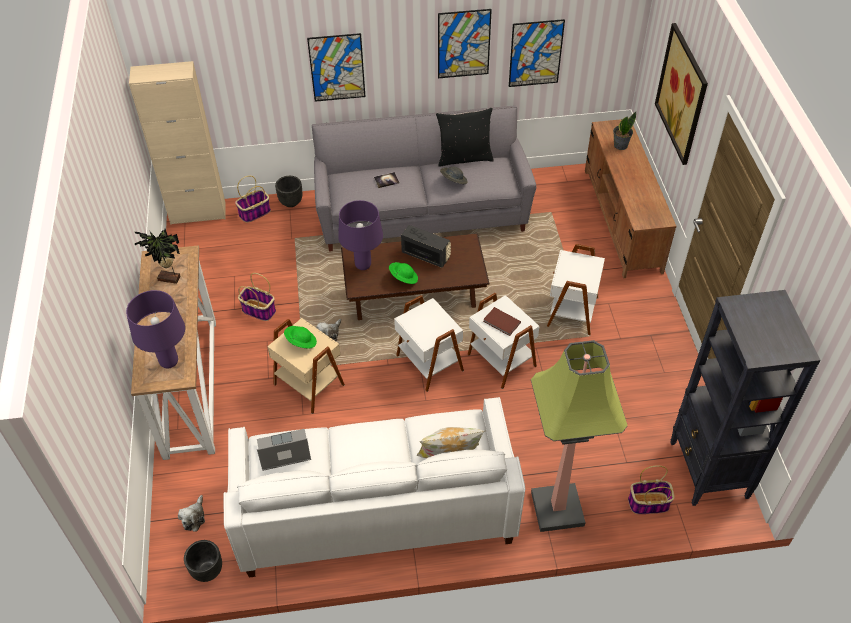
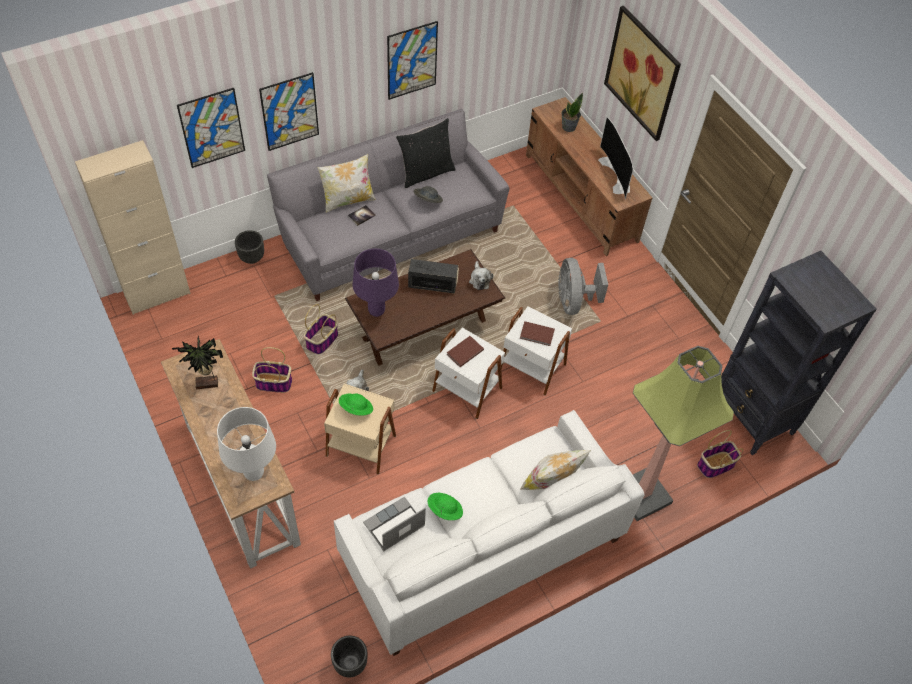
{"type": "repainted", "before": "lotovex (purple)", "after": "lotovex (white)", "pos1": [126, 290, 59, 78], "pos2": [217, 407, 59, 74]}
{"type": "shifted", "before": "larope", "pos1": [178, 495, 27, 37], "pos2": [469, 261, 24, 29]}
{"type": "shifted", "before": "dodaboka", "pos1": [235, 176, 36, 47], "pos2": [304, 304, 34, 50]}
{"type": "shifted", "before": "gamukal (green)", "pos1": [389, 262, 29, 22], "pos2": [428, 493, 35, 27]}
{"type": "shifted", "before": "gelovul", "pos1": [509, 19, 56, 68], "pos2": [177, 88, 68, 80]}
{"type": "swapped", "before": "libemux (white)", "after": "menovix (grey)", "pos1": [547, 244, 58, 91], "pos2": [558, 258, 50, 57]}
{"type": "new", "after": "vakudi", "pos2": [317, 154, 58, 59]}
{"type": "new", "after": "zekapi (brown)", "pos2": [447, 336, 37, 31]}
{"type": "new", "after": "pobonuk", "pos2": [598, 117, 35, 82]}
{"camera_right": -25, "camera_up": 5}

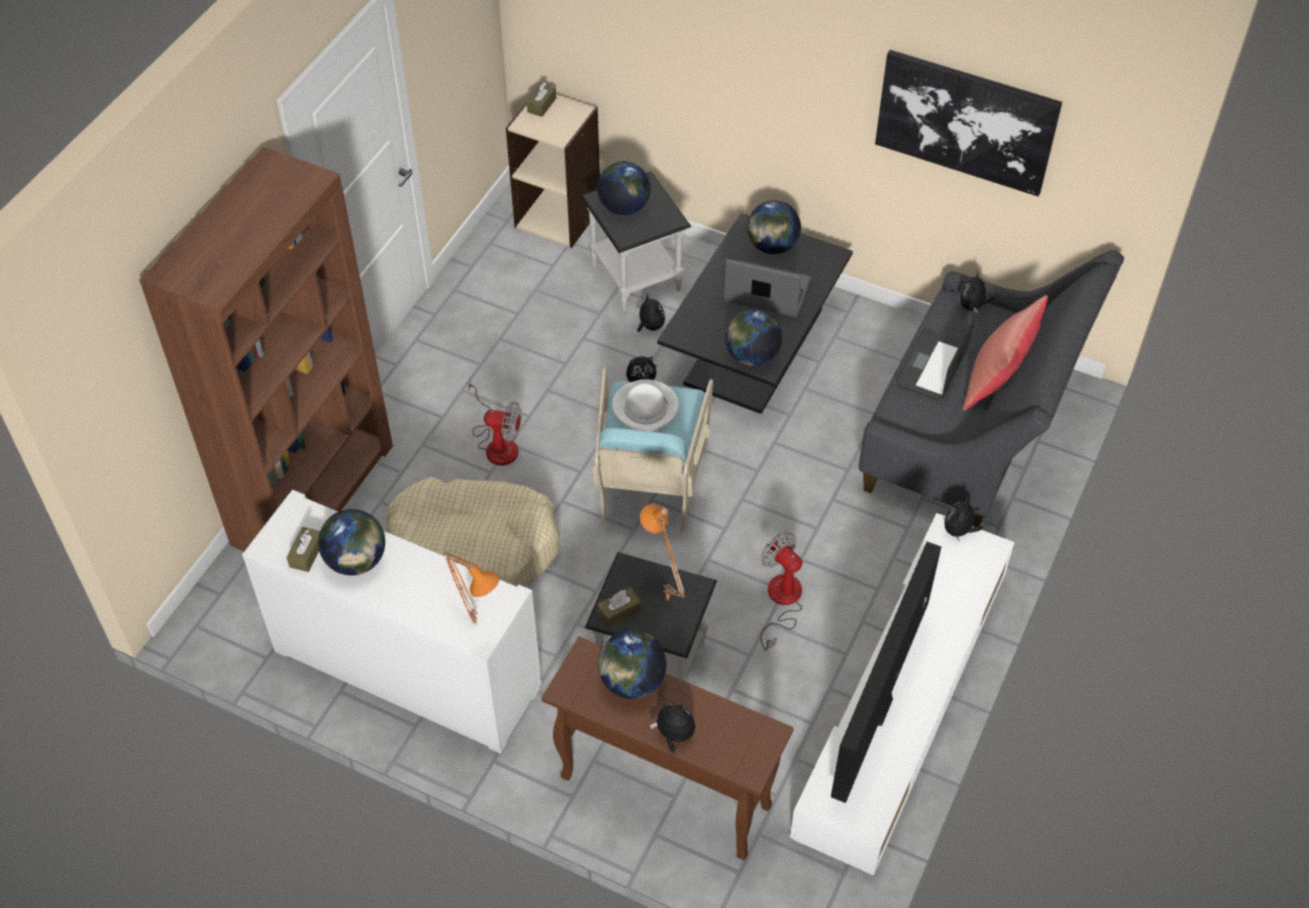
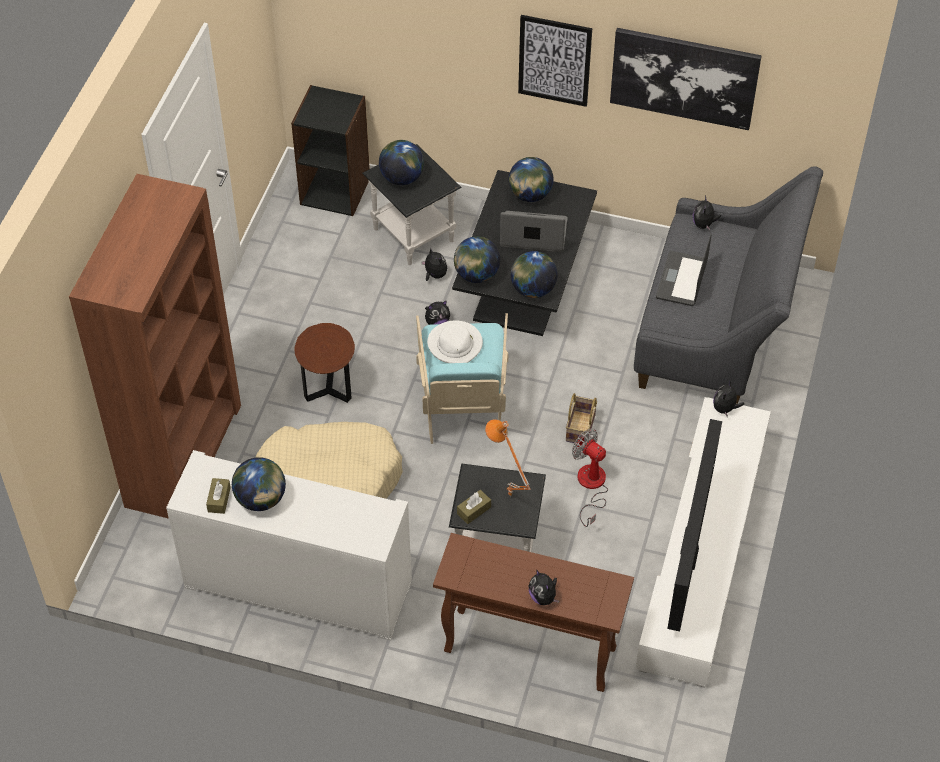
{"type": "gone", "before": "lotovex (orange)", "pos1": [444, 551, 55, 74]}
{"type": "swapped", "before": "menovix", "after": "libemux (brown)", "pos1": [467, 378, 55, 87], "pos2": [295, 323, 60, 80]}
{"type": "repainted", "before": "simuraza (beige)", "after": "simuraza (black)", "pos1": [506, 94, 94, 154], "pos2": [291, 85, 79, 131]}
{"type": "gone", "before": "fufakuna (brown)", "pos1": [527, 83, 29, 34]}
{"type": "shifted", "before": "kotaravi", "pos1": [598, 630, 69, 69], "pos2": [454, 236, 46, 47]}
{"type": "rotated", "before": "larope", "pos1": [650, 702, 45, 51], "pos2": [529, 569, 30, 36], "turn": -135}
{"type": "gone", "before": "vakudi (red)", "pos1": [963, 295, 85, 116]}
{"type": "new", "after": "gelovul", "pos2": [518, 15, 74, 92]}
{"type": "new", "after": "dodaboka", "pos2": [566, 393, 31, 50]}
{"camera_right": -10, "camera_up": 0}

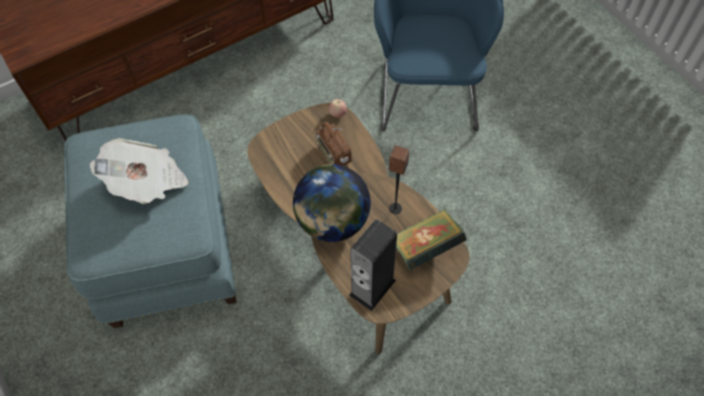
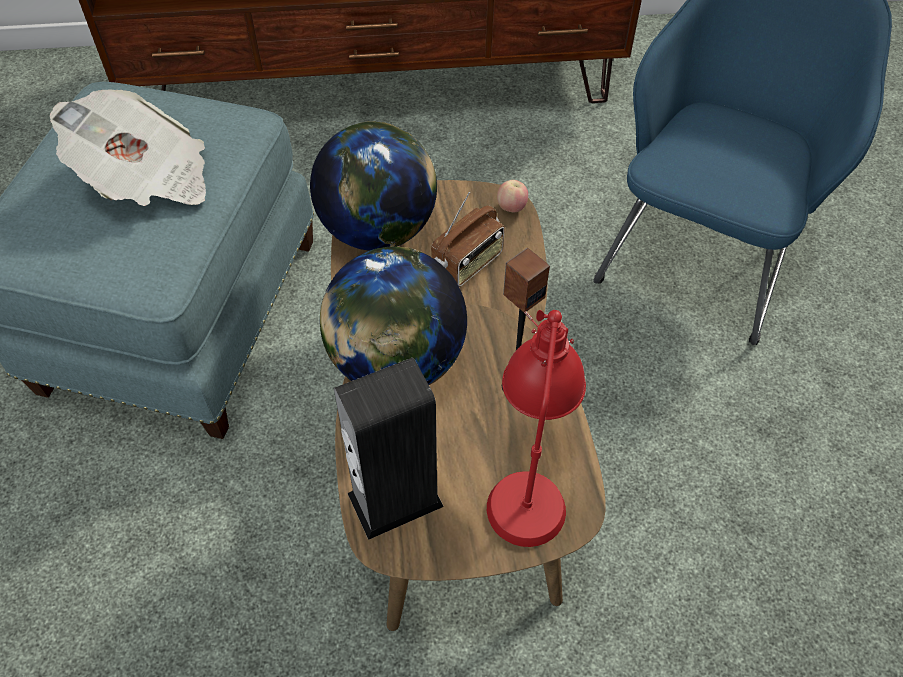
{"type": "rotated", "before": "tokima", "pos1": [316, 122, 36, 44], "pos2": [431, 192, 74, 95], "turn": -135}
{"type": "swapped", "before": "zekapi", "after": "lotovex (red)", "pos1": [396, 209, 71, 62], "pos2": [487, 310, 99, 237]}
{"type": "new", "after": "kotaravi", "pos2": [310, 121, 127, 130]}
{"camera_right": 25, "camera_up": -5}

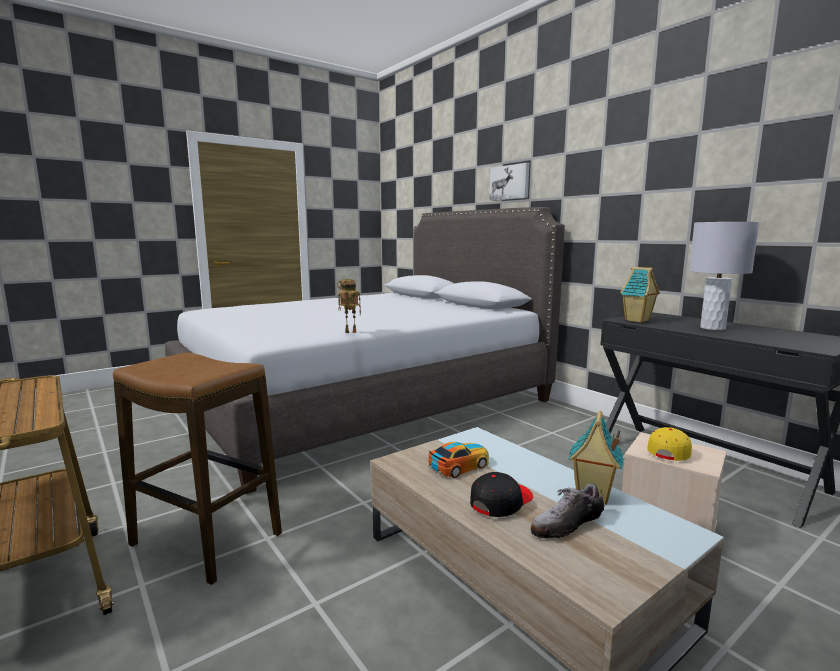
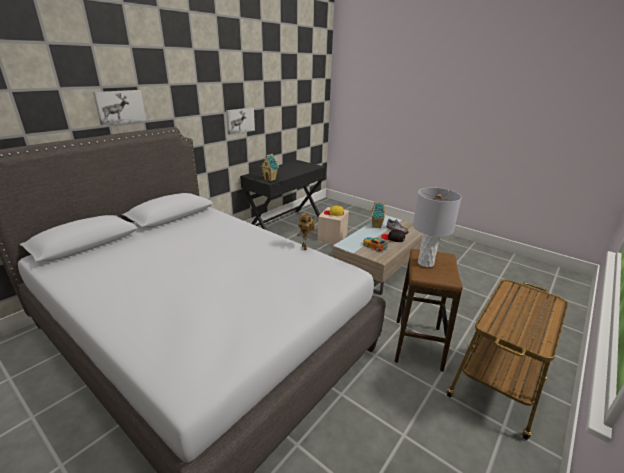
{"type": "shifted", "before": "lotovex (grey)", "pos1": [689, 222, 70, 108], "pos2": [413, 188, 49, 79]}
{"type": "new", "after": "gelovul", "pos2": [226, 108, 29, 27]}
{"camera_right": -105, "camera_up": 15}

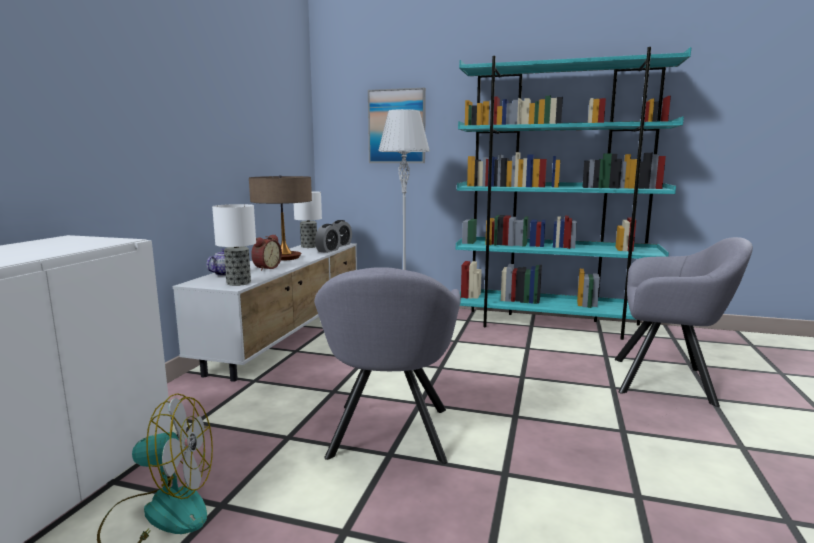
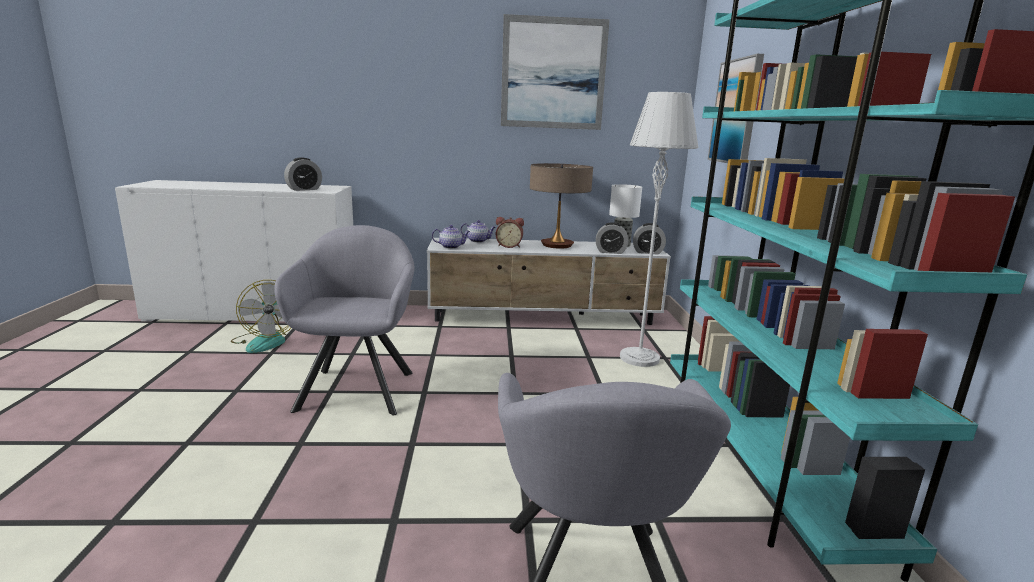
{"type": "swapped", "before": "lotovex", "after": "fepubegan", "pos1": [212, 204, 44, 82], "pos2": [432, 225, 38, 24]}
{"type": "rotated", "before": "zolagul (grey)", "pos1": [314, 267, 147, 197], "pos2": [274, 225, 141, 190], "turn": 105}
{"type": "new", "after": "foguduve", "pos2": [284, 157, 38, 34]}
{"type": "new", "after": "gelovul", "pos2": [501, 14, 109, 116]}
{"camera_right": 70, "camera_up": 5}

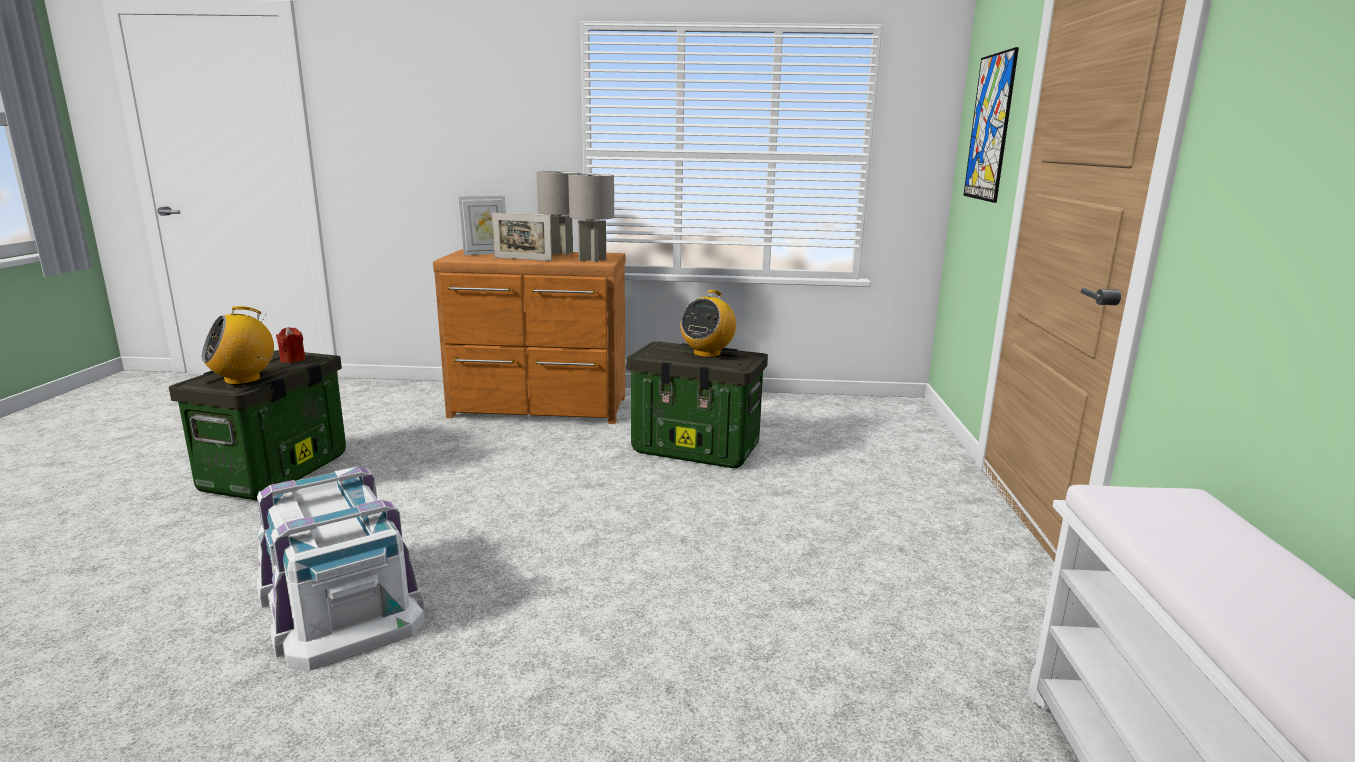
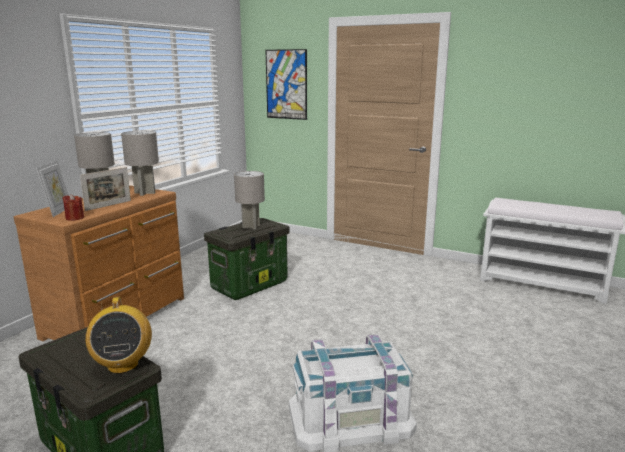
{"type": "shifted", "before": "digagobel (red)", "pos1": [276, 327, 30, 36], "pos2": [63, 194, 21, 27]}
{"type": "swapped", "before": "tokima", "after": "lotovex (grey)", "pos1": [680, 290, 56, 68], "pos2": [234, 171, 31, 58]}
{"camera_right": -65, "camera_up": 0}

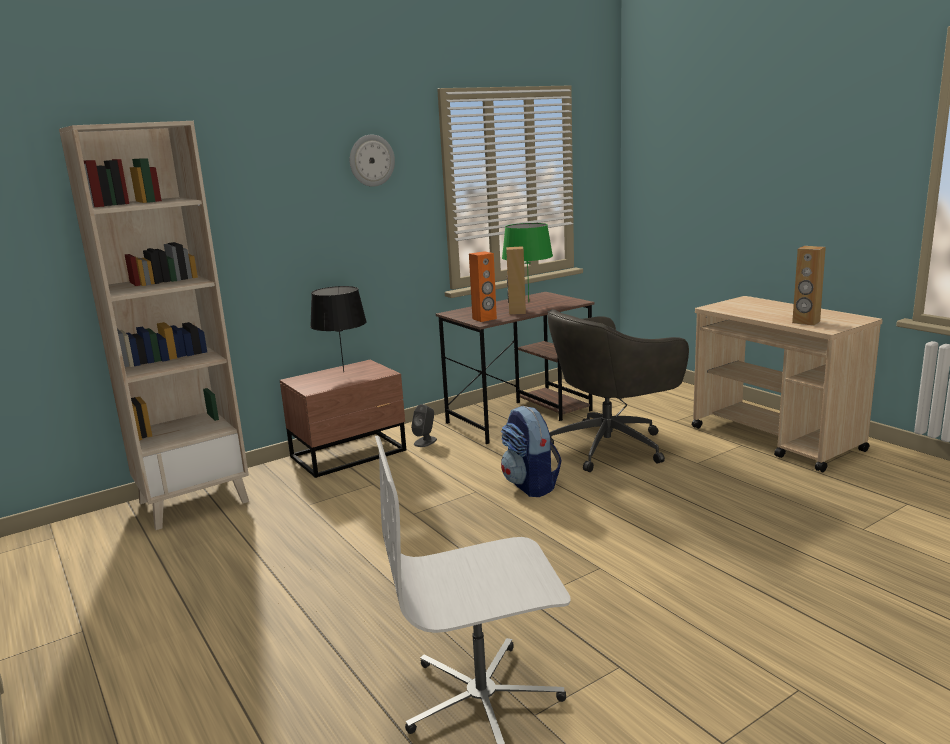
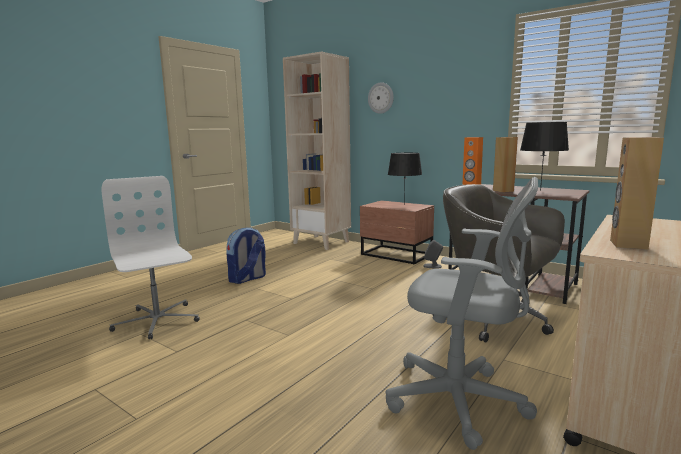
{"type": "shifted", "before": "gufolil", "pos1": [350, 135, 45, 52], "pos2": [368, 82, 26, 32]}
{"type": "shifted", "before": "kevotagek", "pos1": [501, 406, 61, 91], "pos2": [226, 227, 40, 57]}
{"type": "repainted", "before": "lotovex (green)", "after": "lotovex (black)", "pos1": [502, 223, 51, 79], "pos2": [520, 122, 49, 68]}
{"type": "new", "after": "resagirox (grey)", "pos2": [386, 177, 152, 273]}
{"camera_right": 70, "camera_up": -5}

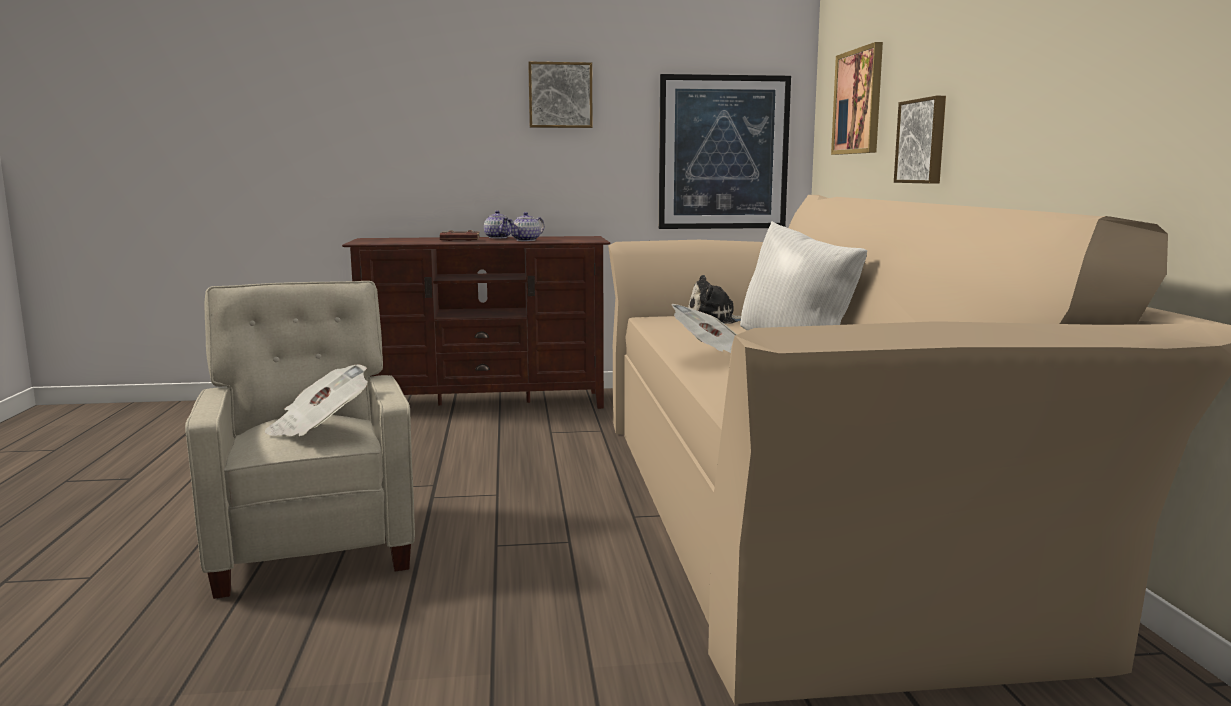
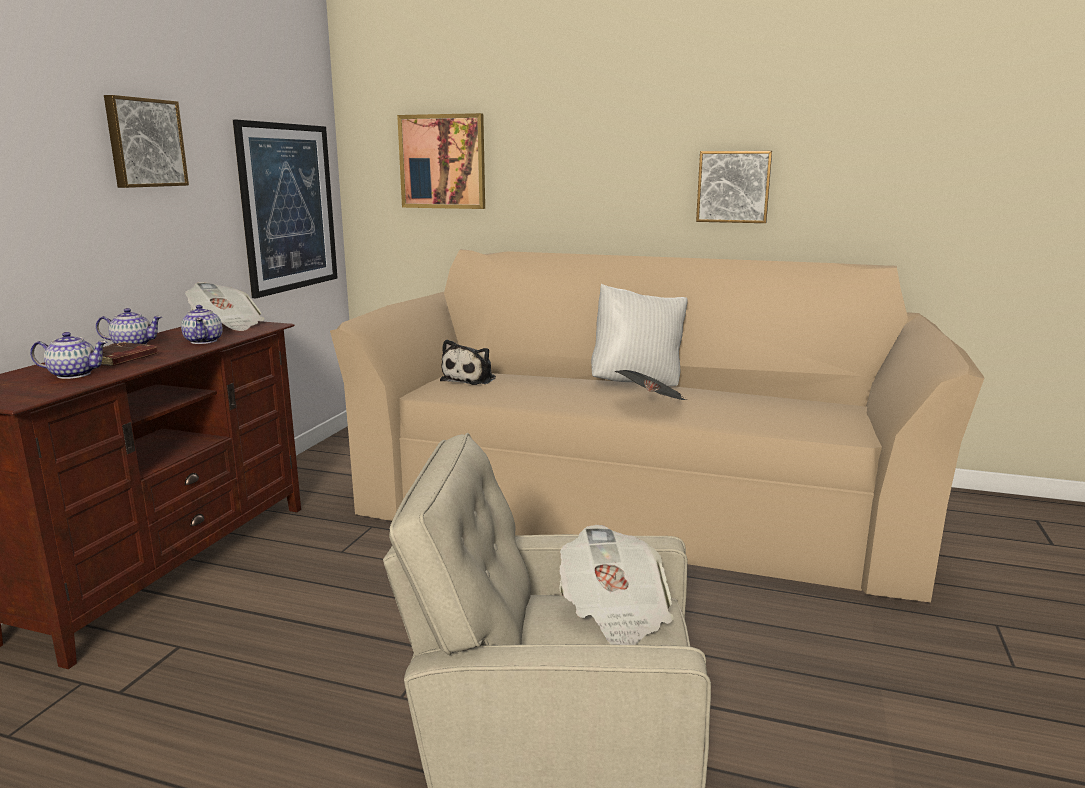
{"type": "shifted", "before": "gelovul", "pos1": [894, 96, 52, 88], "pos2": [696, 151, 76, 72]}
{"type": "new", "after": "fepubegan", "pos2": [30, 332, 77, 47]}
{"type": "new", "after": "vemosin", "pos2": [185, 282, 79, 49]}
{"camera_right": -65, "camera_up": 5}

